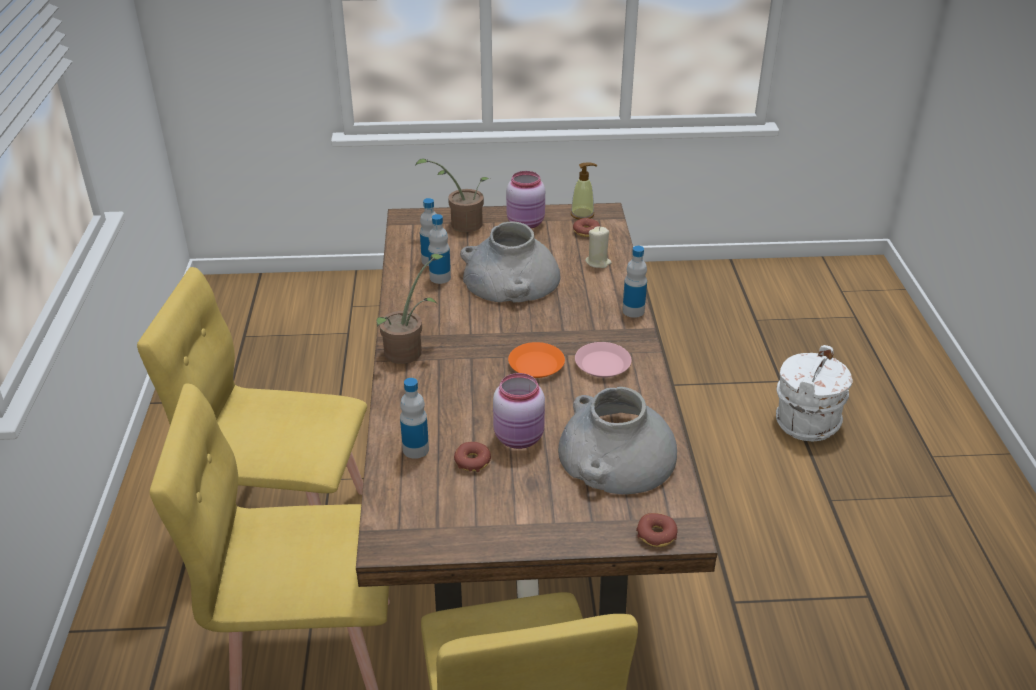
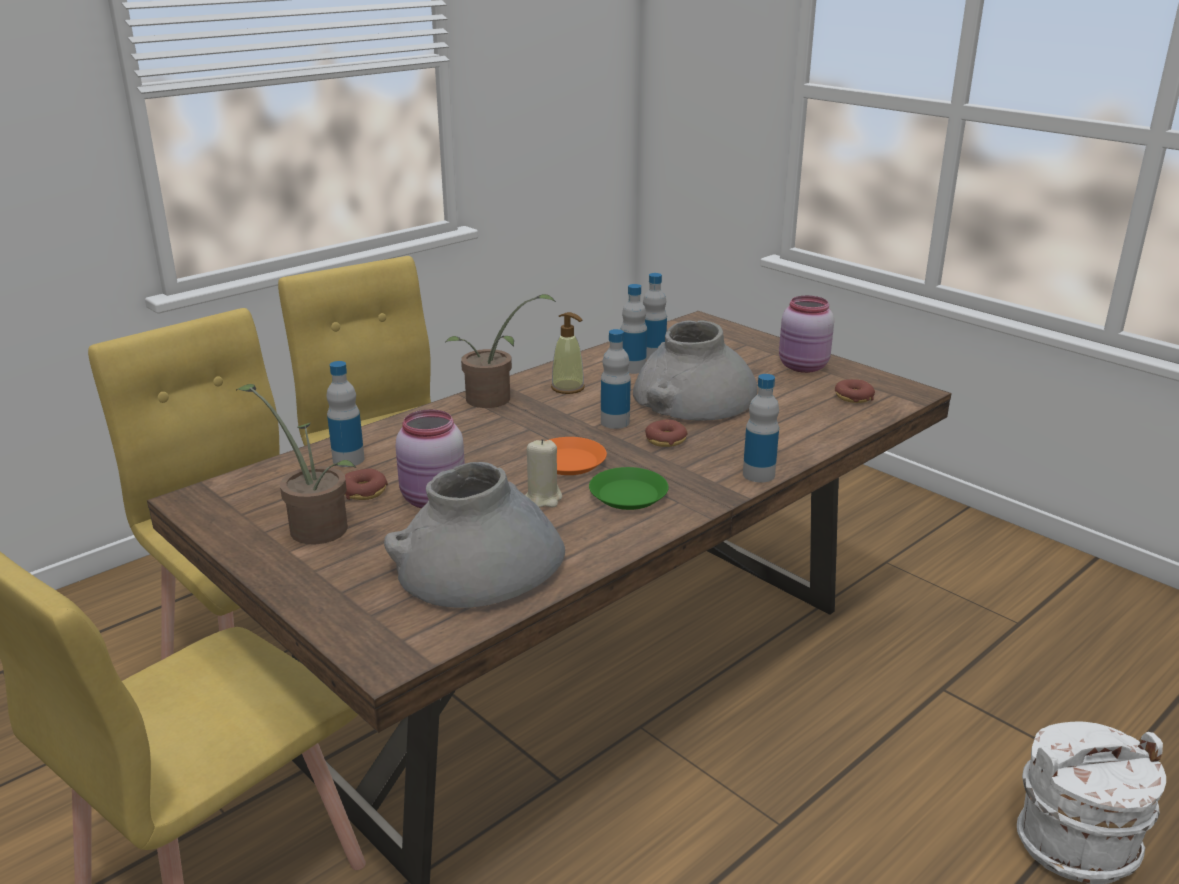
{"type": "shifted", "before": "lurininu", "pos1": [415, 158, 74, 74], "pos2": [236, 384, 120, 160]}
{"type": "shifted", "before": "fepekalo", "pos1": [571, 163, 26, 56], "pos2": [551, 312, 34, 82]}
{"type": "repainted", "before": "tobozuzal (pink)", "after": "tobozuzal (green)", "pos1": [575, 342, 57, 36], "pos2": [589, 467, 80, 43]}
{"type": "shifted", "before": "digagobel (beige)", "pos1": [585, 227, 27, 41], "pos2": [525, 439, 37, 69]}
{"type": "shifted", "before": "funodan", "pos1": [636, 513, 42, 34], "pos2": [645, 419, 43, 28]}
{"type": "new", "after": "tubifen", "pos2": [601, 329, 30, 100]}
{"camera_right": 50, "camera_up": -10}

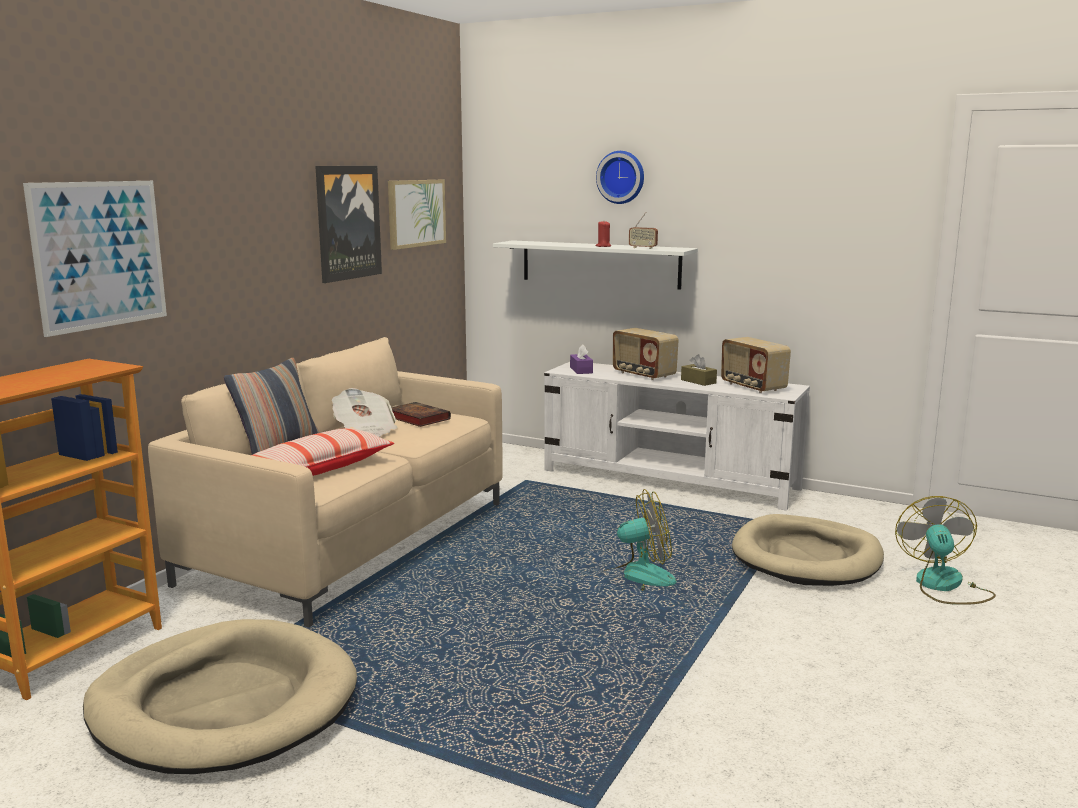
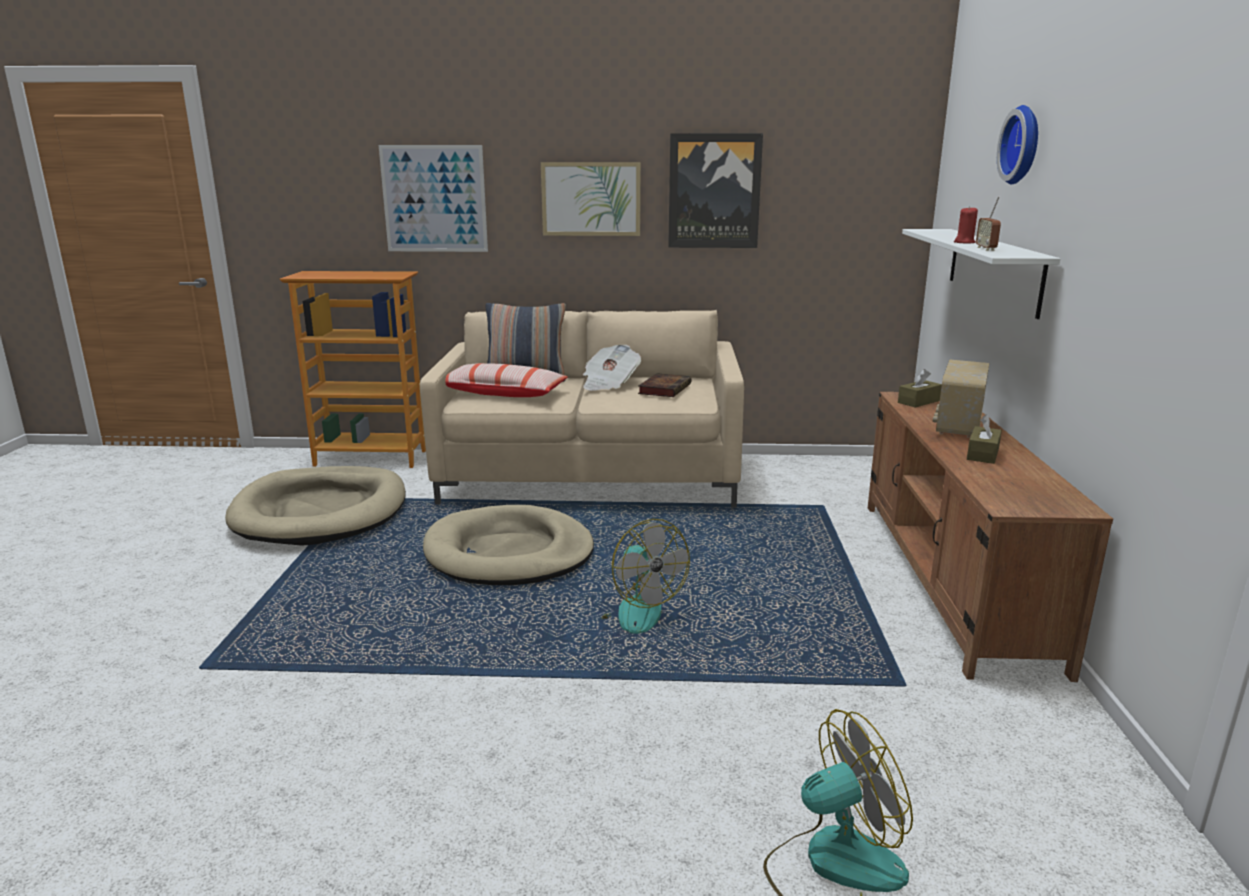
{"type": "shifted", "before": "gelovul", "pos1": [388, 180, 58, 70], "pos2": [541, 162, 100, 74]}
{"type": "repainted", "before": "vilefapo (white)", "after": "vilefapo (brown)", "pos1": [544, 362, 266, 149], "pos2": [868, 392, 245, 290]}
{"type": "repainted", "before": "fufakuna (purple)", "after": "fufakuna (brown)", "pos1": [570, 345, 23, 29], "pos2": [898, 369, 44, 38]}
{"type": "gone", "before": "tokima", "pos1": [721, 337, 70, 56]}
{"type": "shifted", "before": "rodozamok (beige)", "pos1": [732, 514, 152, 72], "pos2": [423, 505, 171, 80]}
{"camera_right": 65, "camera_up": 5}

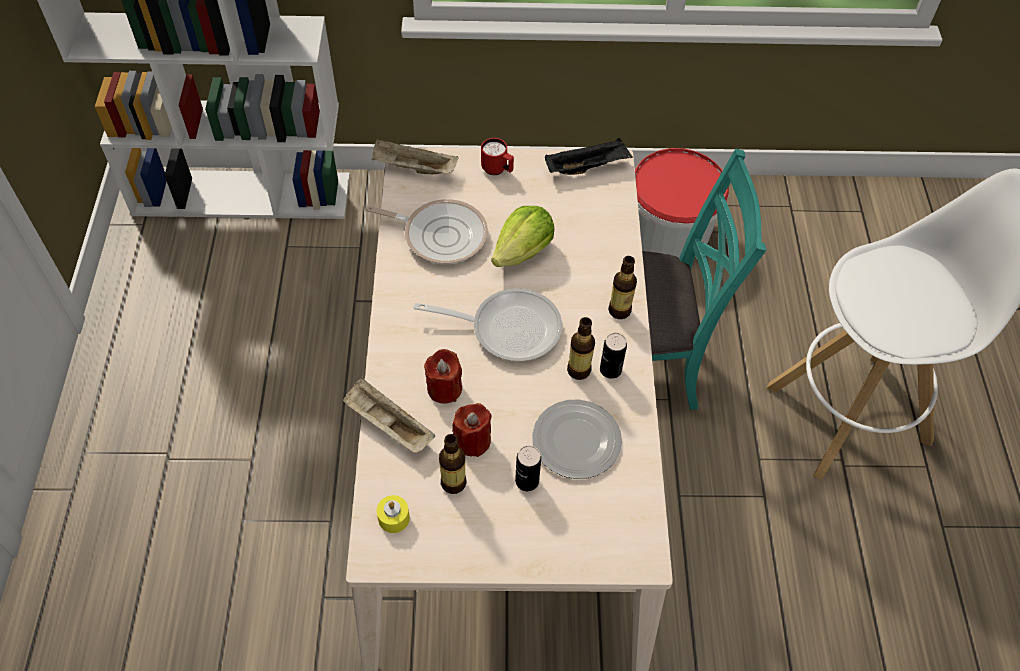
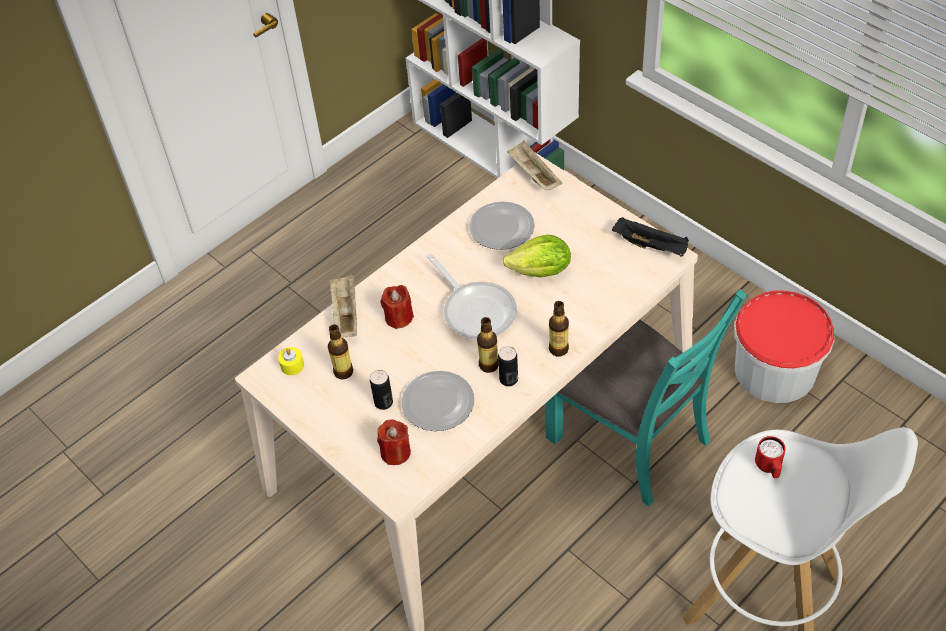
{"type": "swapped", "before": "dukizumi", "after": "tobozuzal", "pos1": [366, 199, 122, 66], "pos2": [469, 202, 66, 48]}
{"type": "shifted", "before": "digagobel (red)", "pos1": [452, 403, 40, 54], "pos2": [377, 419, 34, 46]}
{"type": "shifted", "before": "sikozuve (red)", "pos1": [481, 138, 33, 37], "pos2": [755, 436, 31, 42]}
{"camera_right": 50, "camera_up": -5}

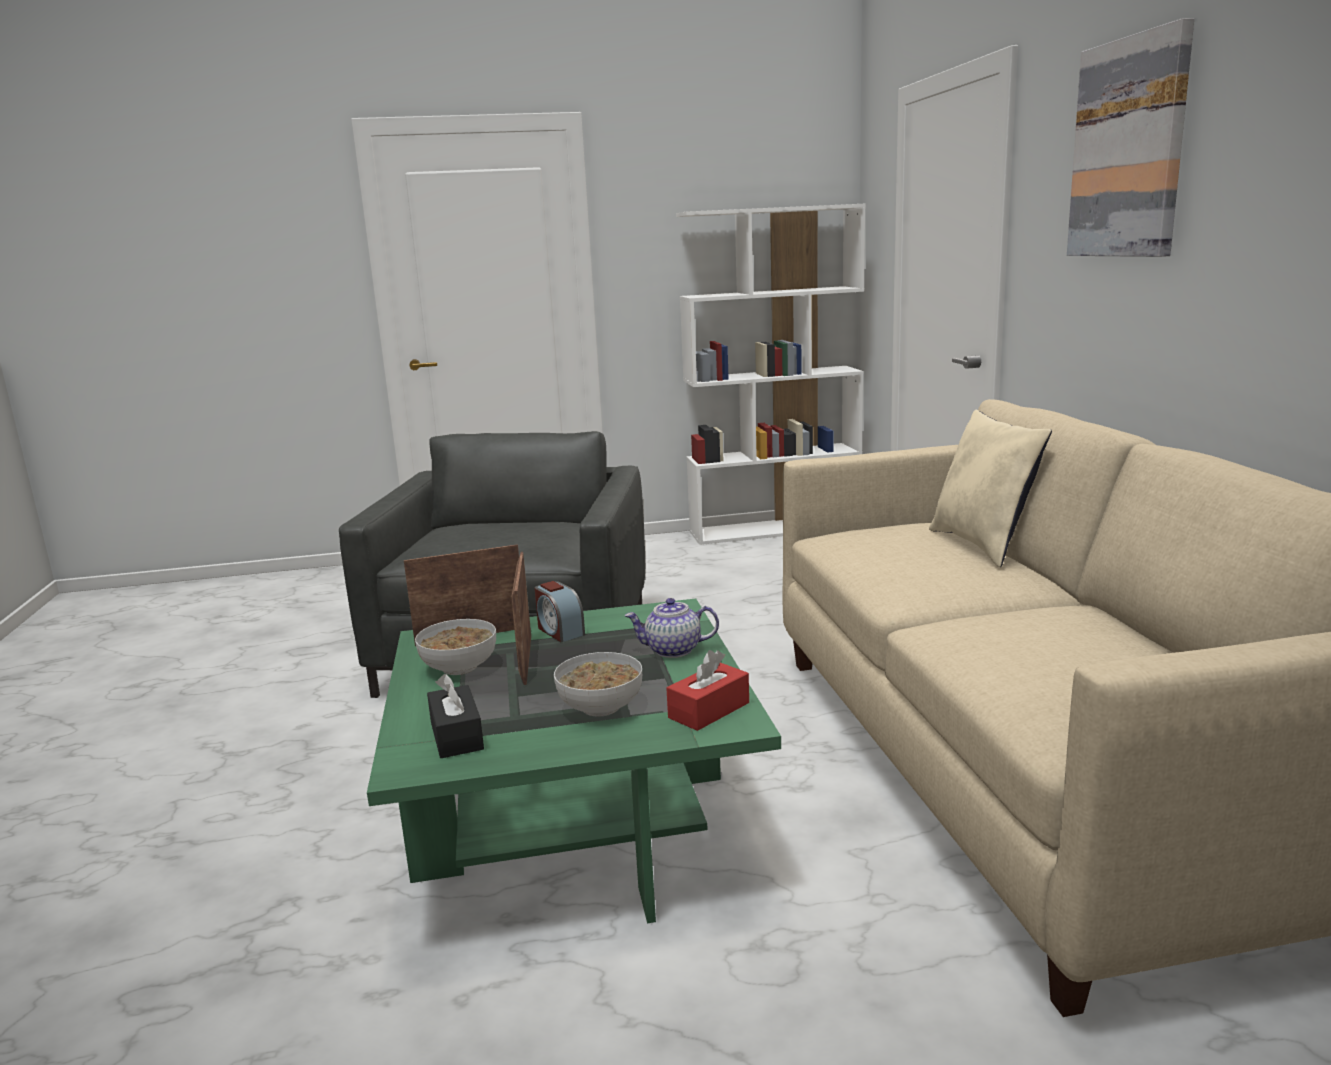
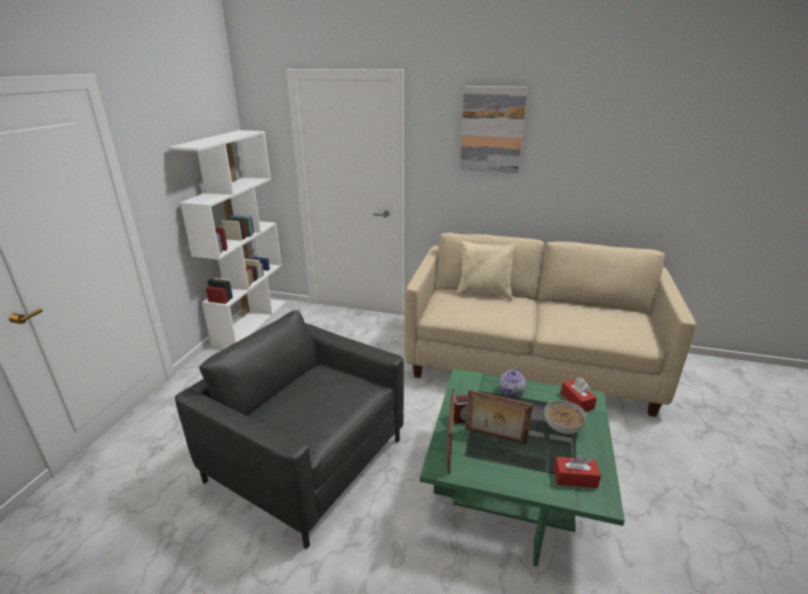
{"type": "gone", "before": "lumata", "pos1": [415, 619, 81, 56]}
{"type": "repainted", "before": "fufakuna (black)", "after": "fufakuna (red)", "pos1": [427, 674, 57, 84], "pos2": [554, 455, 47, 33]}
{"camera_right": -65, "camera_up": 10}

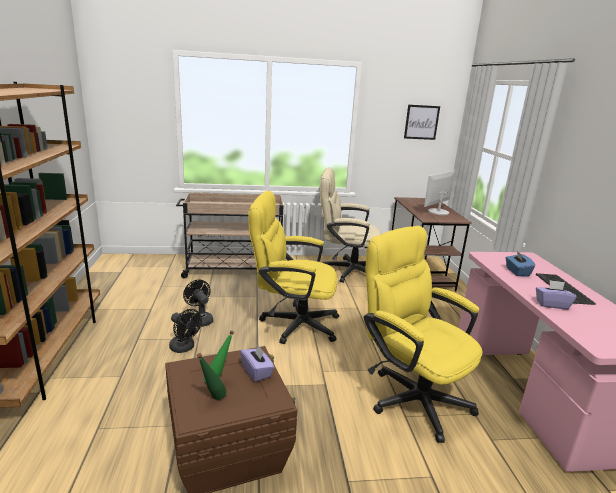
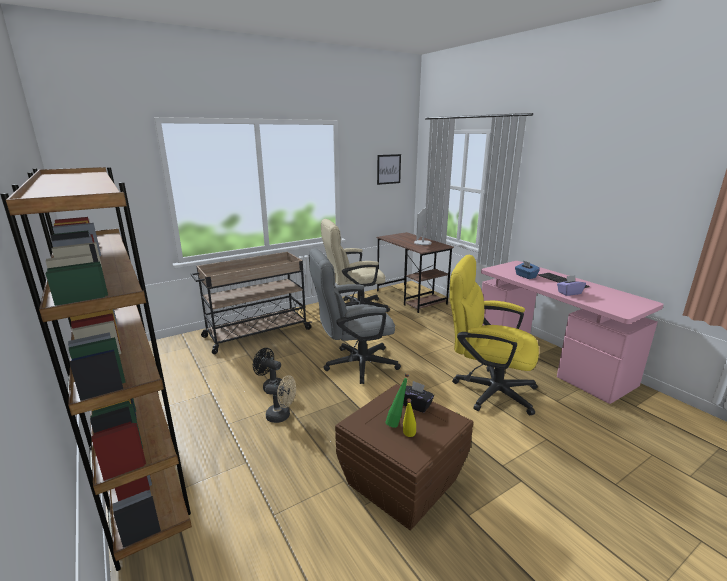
{"type": "repainted", "before": "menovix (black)", "after": "menovix (beige)", "pos1": [169, 309, 33, 44], "pos2": [265, 375, 31, 48]}
{"type": "repainted", "before": "tubifen (green)", "after": "tubifen (yellow)", "pos1": [197, 353, 29, 47], "pos2": [403, 398, 13, 39]}
{"type": "repainted", "before": "fufakuna (purple)", "after": "fufakuna (black)", "pos1": [240, 345, 34, 37], "pos2": [403, 381, 31, 32]}
{"type": "repainted", "before": "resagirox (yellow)", "after": "resagirox (grey)", "pos1": [248, 191, 91, 153], "pos2": [309, 248, 92, 136]}
{"camera_right": -25, "camera_up": 0}

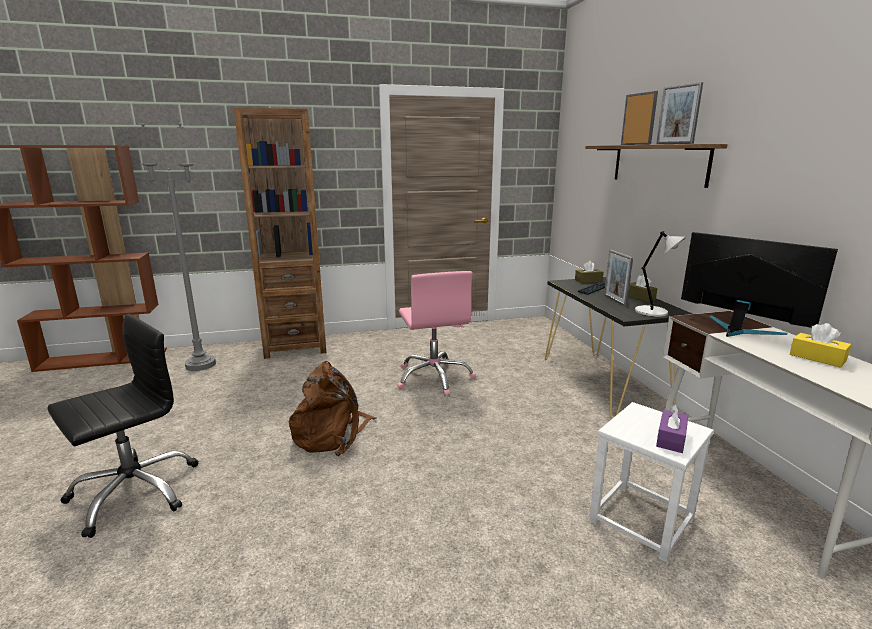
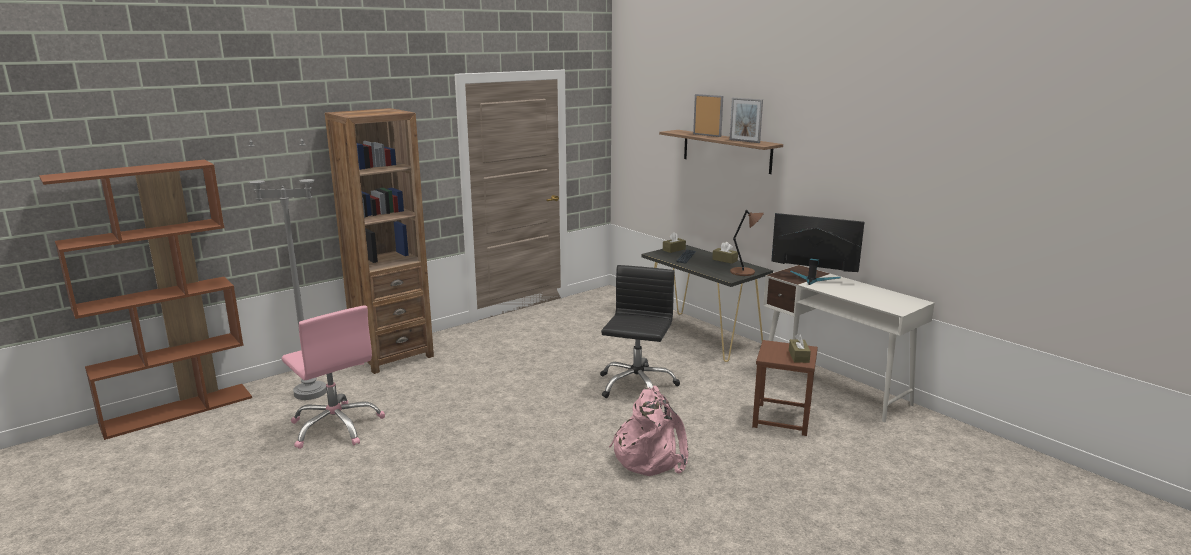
{"type": "shifted", "before": "resagirox (black)", "pos1": [47, 314, 151, 224], "pos2": [600, 265, 80, 133]}
{"type": "gone", "before": "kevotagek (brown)", "pos1": [289, 361, 88, 95]}
{"type": "shifted", "before": "resagirox (pink)", "pos1": [397, 271, 79, 125], "pos2": [282, 305, 103, 144]}
{"type": "repainted", "before": "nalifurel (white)", "after": "nalifurel (brown)", "pos1": [589, 402, 125, 160], "pos2": [752, 340, 66, 96]}
{"type": "gone", "before": "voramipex", "pos1": [604, 250, 29, 57]}
{"type": "repainted", "before": "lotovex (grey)", "after": "lotovex (brown)", "pos1": [635, 231, 52, 86], "pos2": [730, 209, 34, 67]}
{"type": "repainted", "before": "fufakuna (purple)", "after": "fufakuna (brown)", "pos1": [656, 404, 32, 49], "pos2": [789, 334, 22, 29]}
{"type": "gone", "before": "fufakuna (yellow)", "pos1": [790, 323, 61, 45]}
{"type": "new", "after": "kevotagek (pink)", "pos2": [609, 386, 79, 90]}
{"camera_right": -25, "camera_up": 0}

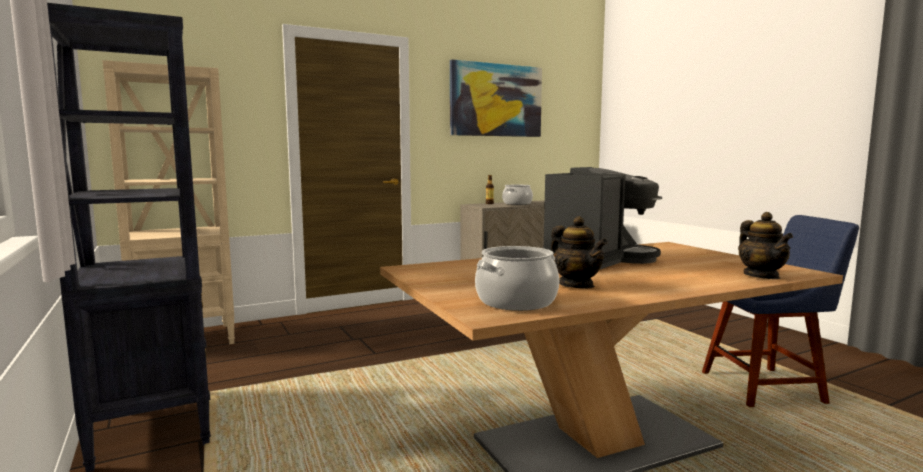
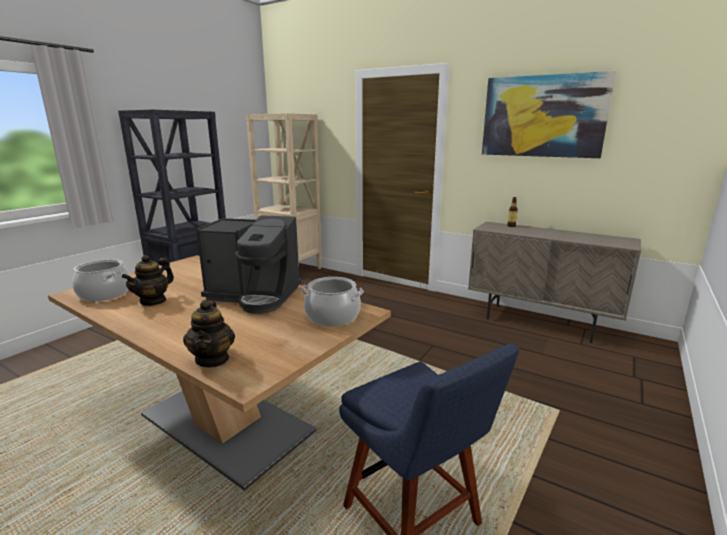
{"type": "shifted", "before": "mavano", "pos1": [502, 185, 31, 20], "pos2": [301, 277, 63, 49]}
{"type": "rotated", "before": "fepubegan", "pos1": [738, 212, 55, 67], "pos2": [183, 300, 52, 68], "turn": -60}
{"camera_right": 60, "camera_up": 10}

